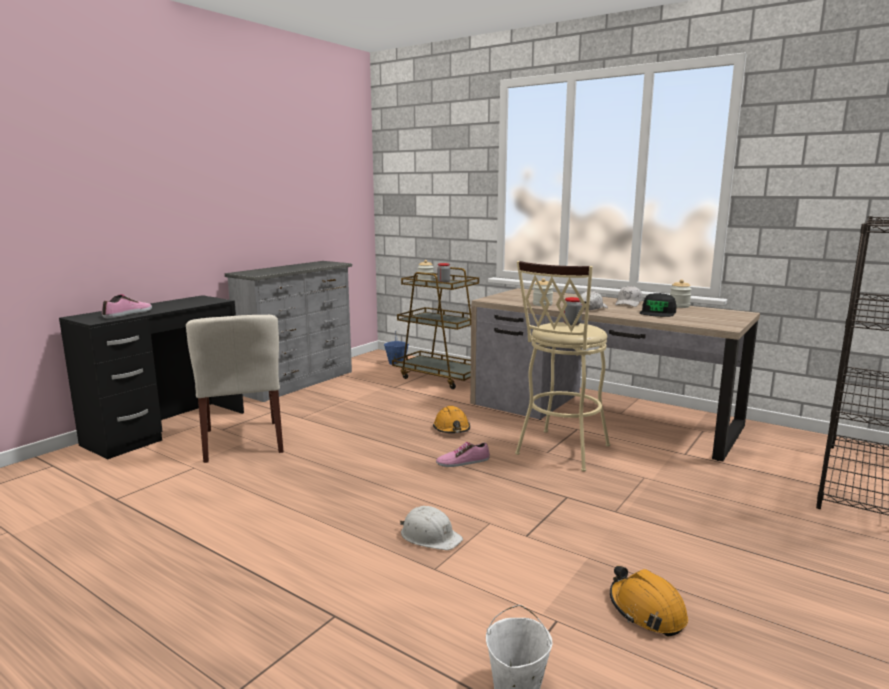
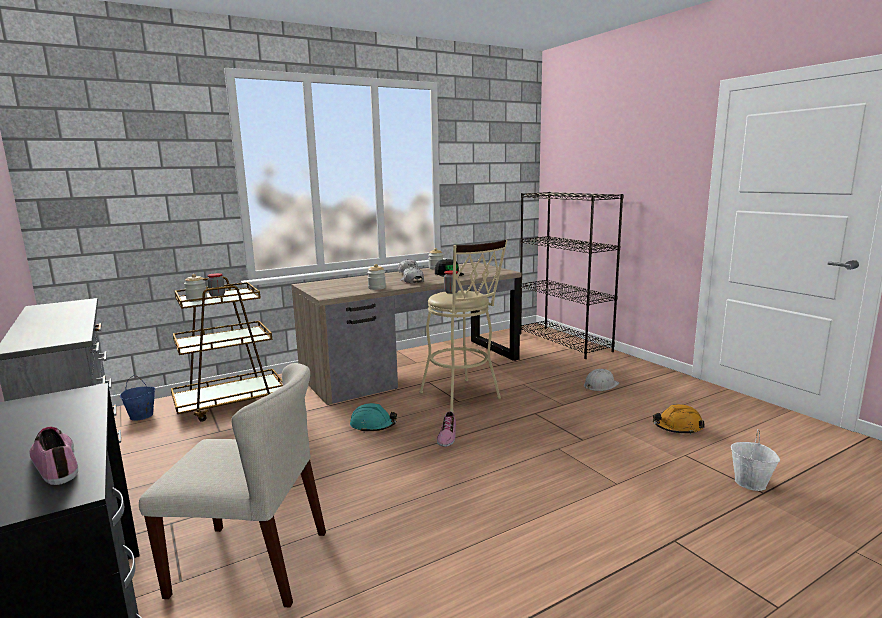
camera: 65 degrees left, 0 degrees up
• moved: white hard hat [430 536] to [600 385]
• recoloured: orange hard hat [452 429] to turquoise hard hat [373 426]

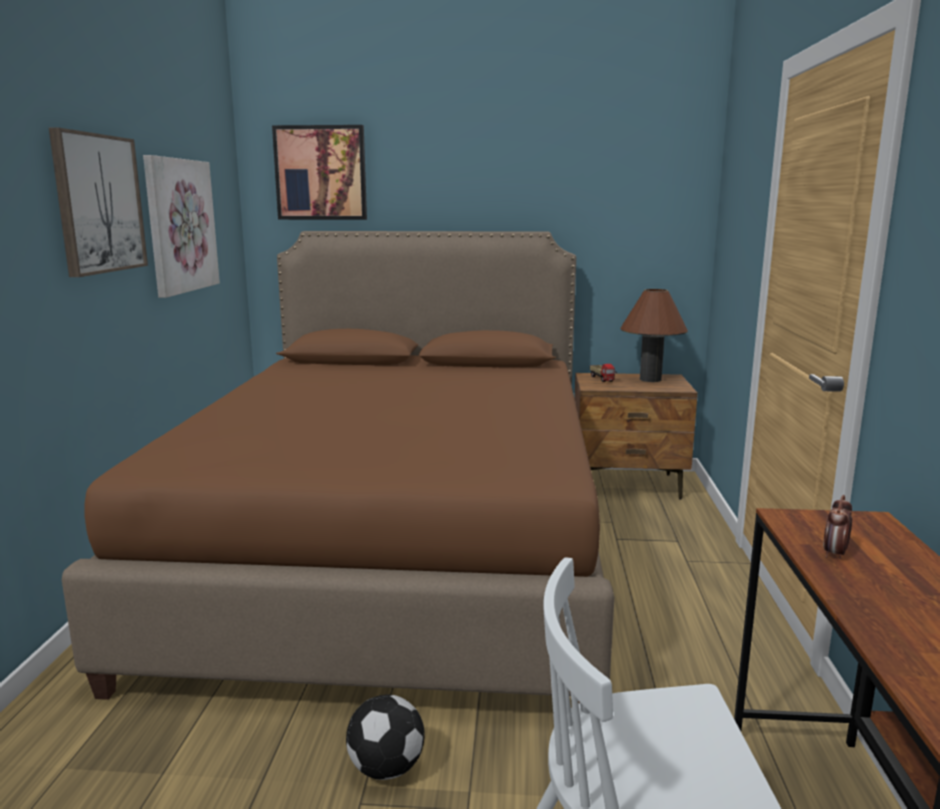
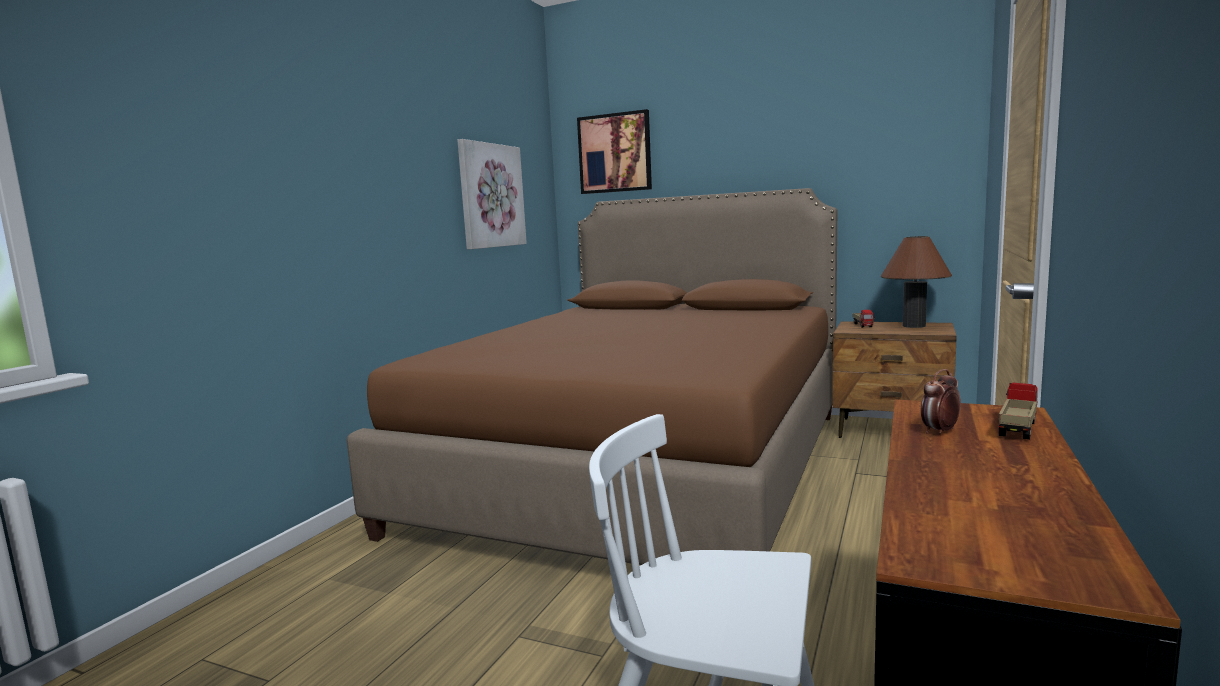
camera: 20 degrees right, 5 degrees down
• removed: picture [98 204]
• removed: football [385 769]
• added: toy truck [1016 429]

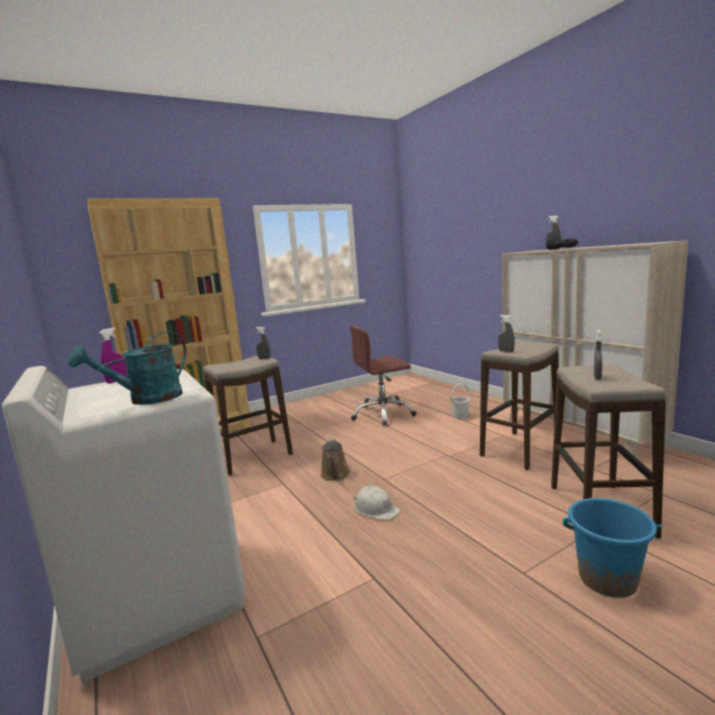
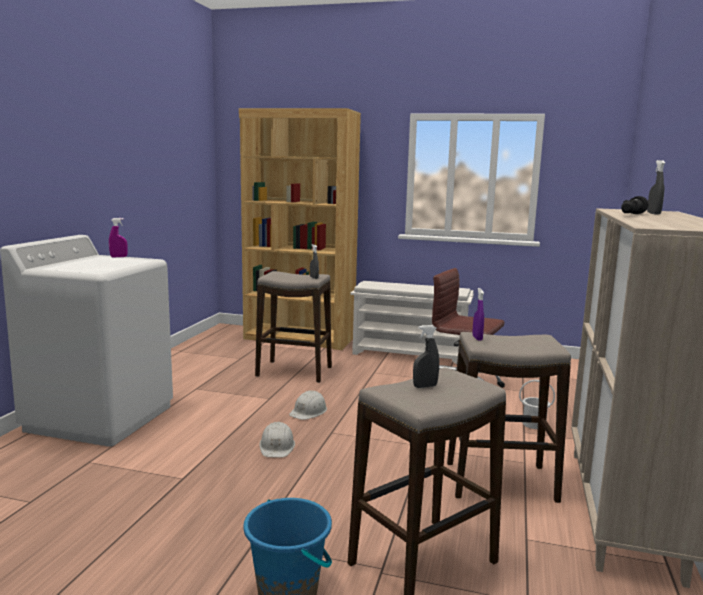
camera: 45 degrees right, 0 degrees up
• removed: turquoise watering can [147 400]
• added: white shoe rack [410 354]
• replaced: brown watering can [335 475] to white hard hat [309 411]
• recoloured: grey spray bottle [506 351] to purple spray bottle [477 338]

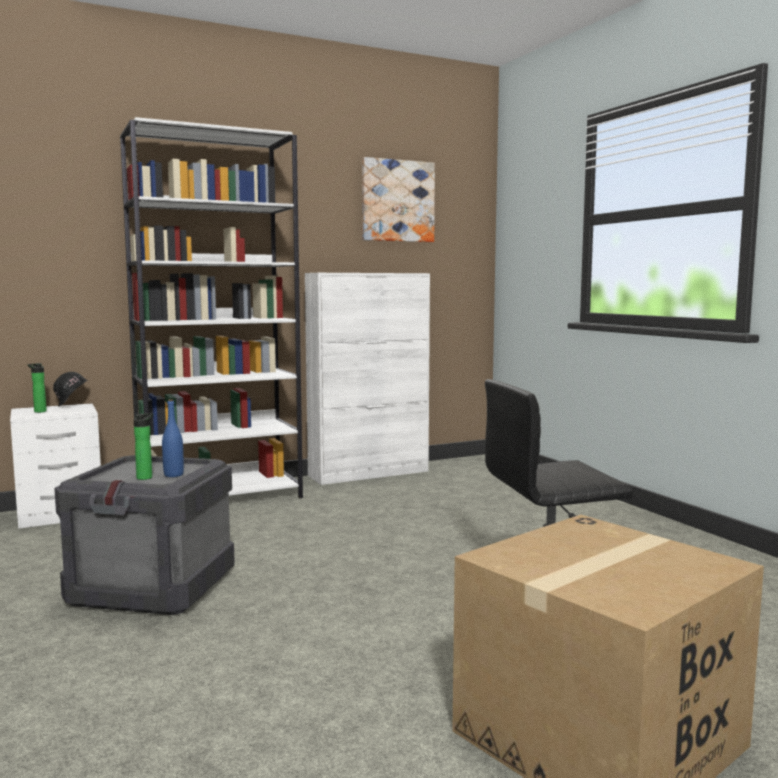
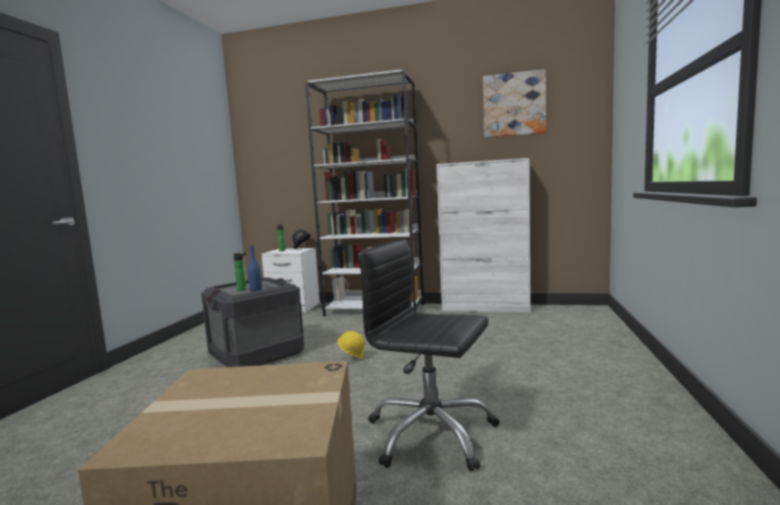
camera: 40 degrees right, 0 degrees up
• added: yellow hard hat [352 358]

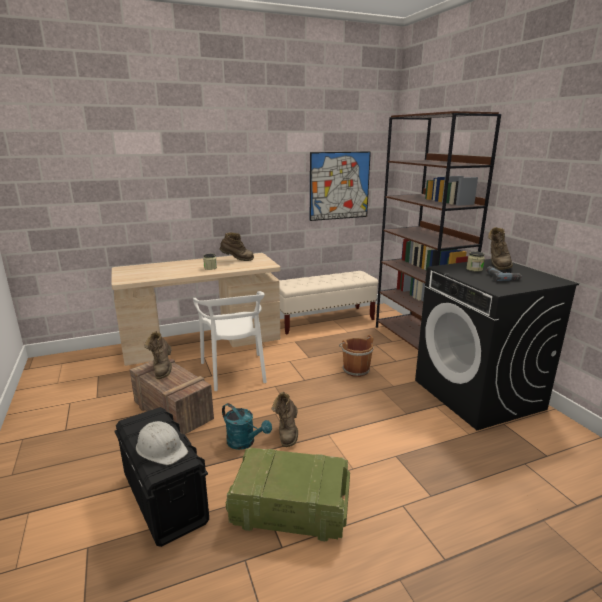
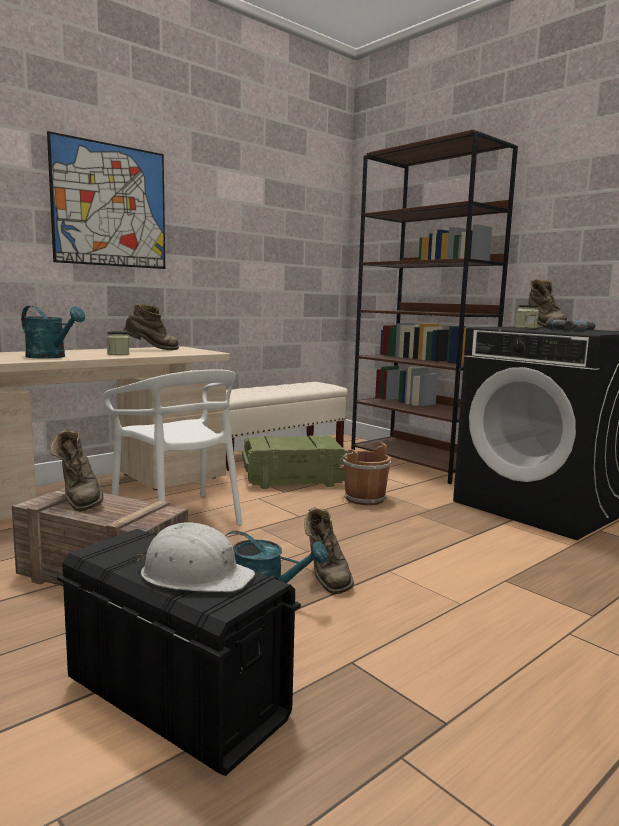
camera: 20 degrees left, 10 degrees down
• added: turquoise watering can [51 357]
• moved: crate [288 508] to [291 479]
• moved: picture [339 186] to [110 205]

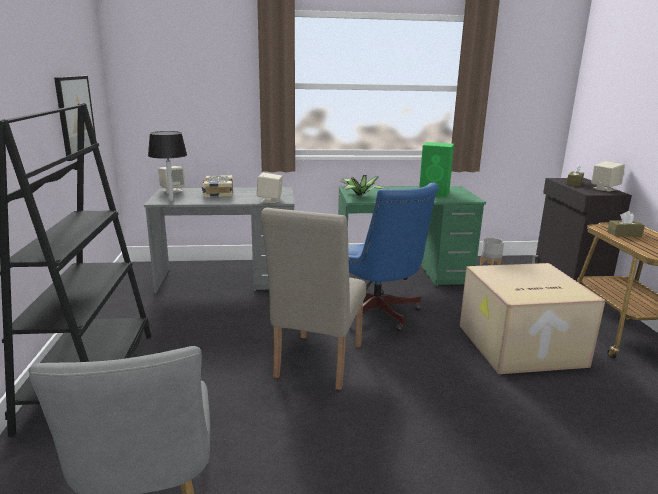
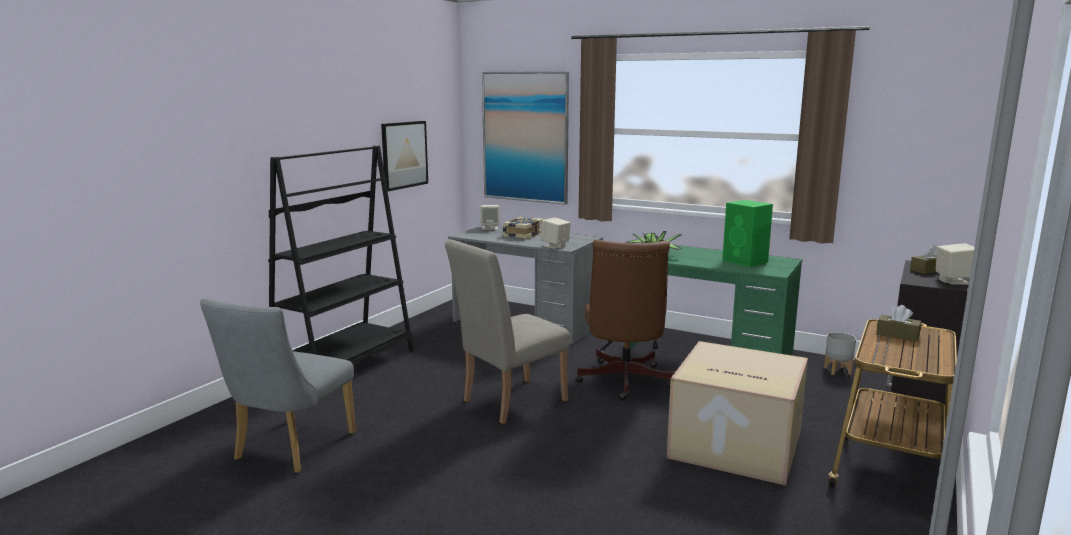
camera: 35 degrees right, 5 degrees down
• removed: black table lamp [171 200]
• added: picture [525 137]
• recoloured: blue office chair [379 315] to brown office chair [624 382]

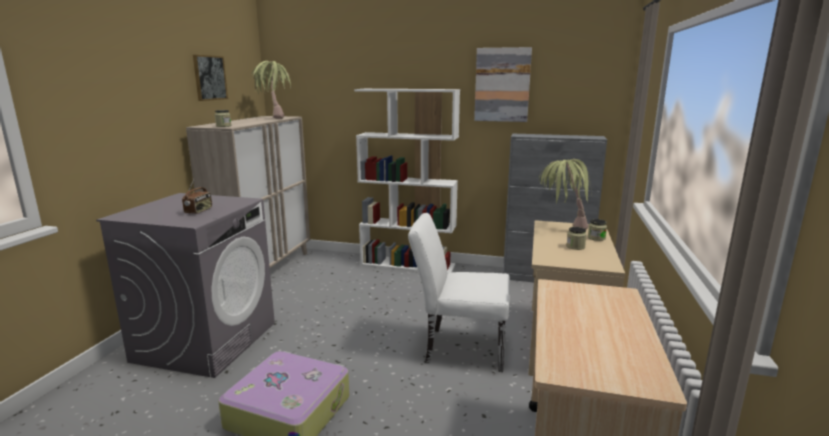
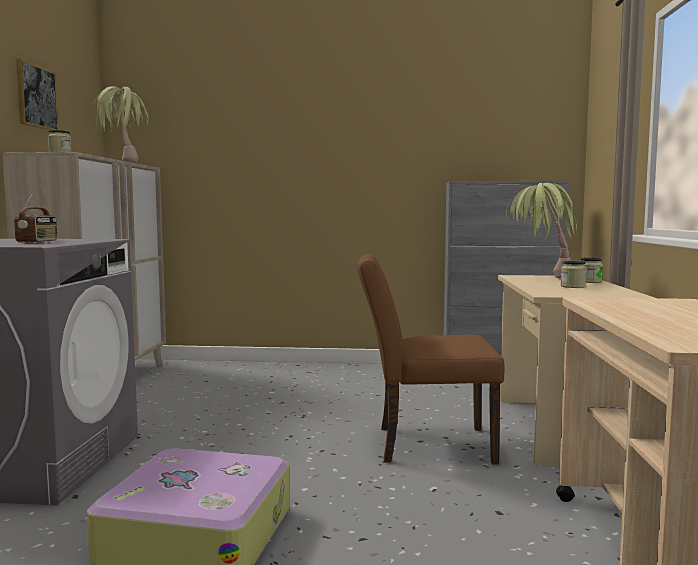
camera: 10 degrees left, 10 degrees down
• removed: white bookcase [408 264]
• removed: picture [502 85]
• recoloured: white chair [458 348] to brown chair [424 444]

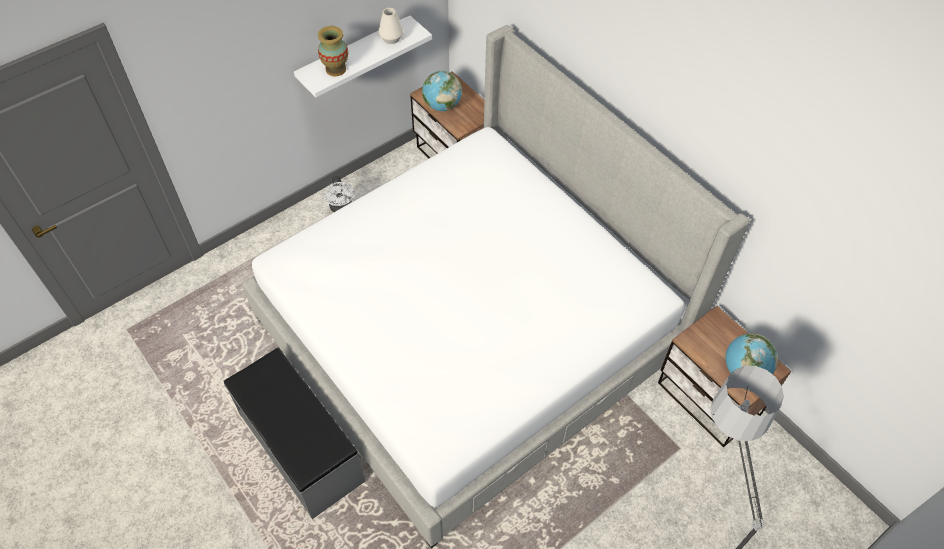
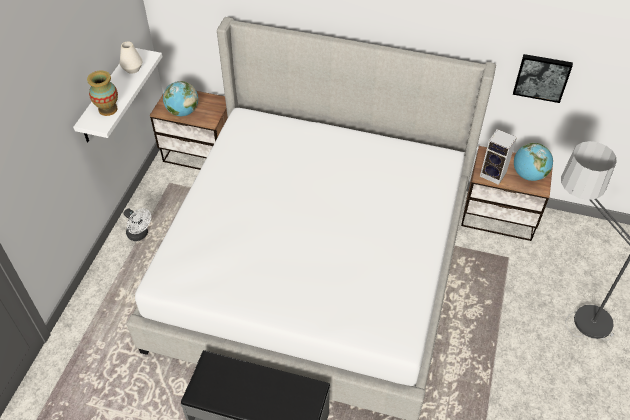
camera: 35 degrees left, 5 degrees down
• added: speaker [494 174]
• added: picture [542 77]

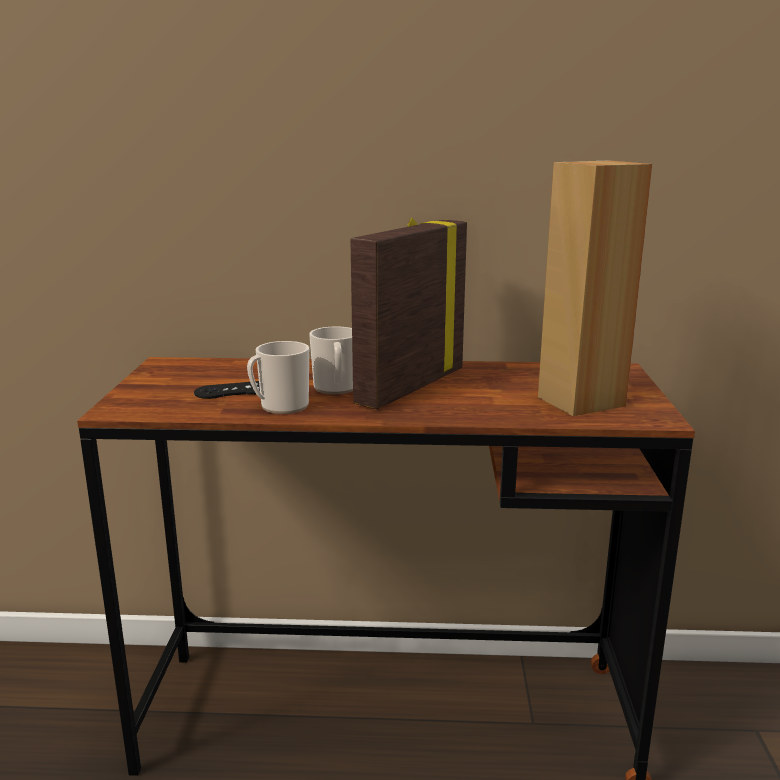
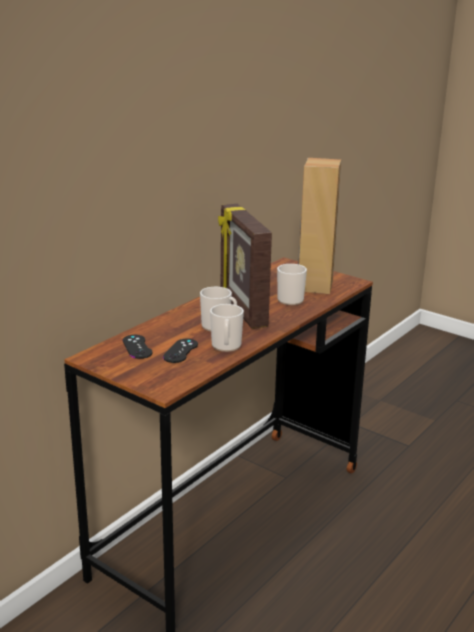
camera: 55 degrees left, 5 degrees up
• added: black game controller [137 347]
• added: mug [288 298]

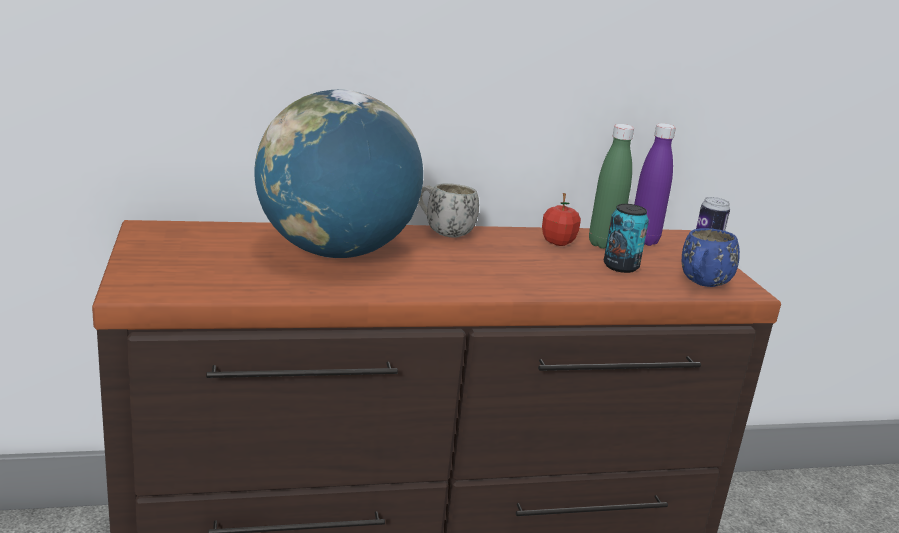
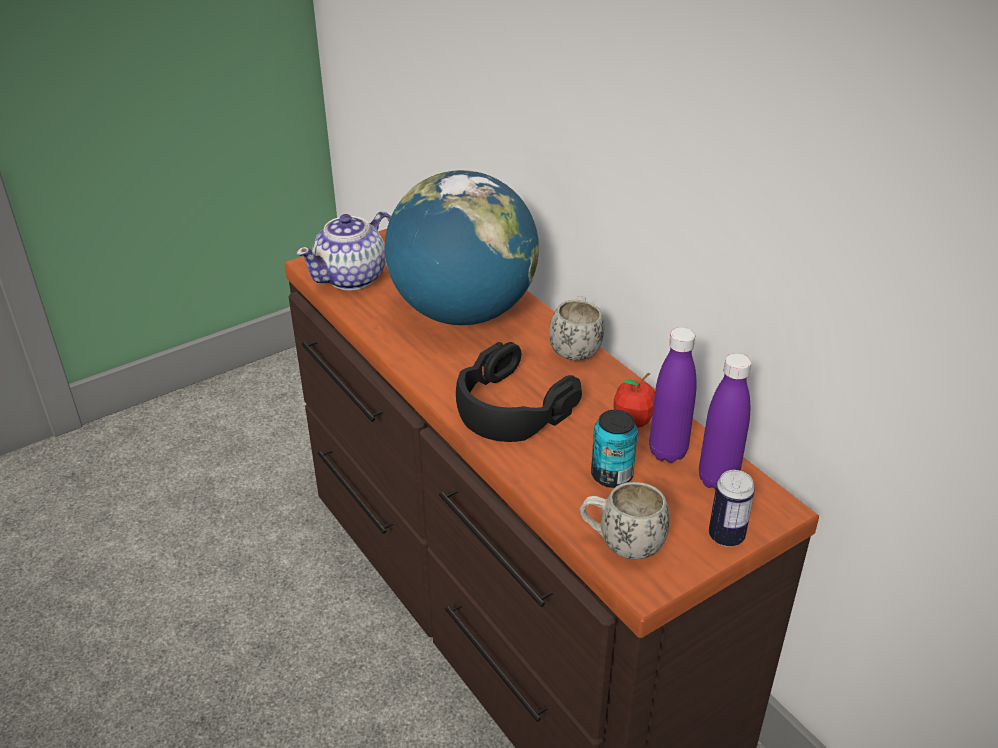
camera: 70 degrees right, 15 degrees up
• added: teapot [353 277]
• added: black headphones [511 407]
• recoloured: green bottle [603 244] to purple bottle [667 452]
• recoloured: blue mug [701 285] to white mug [621 544]

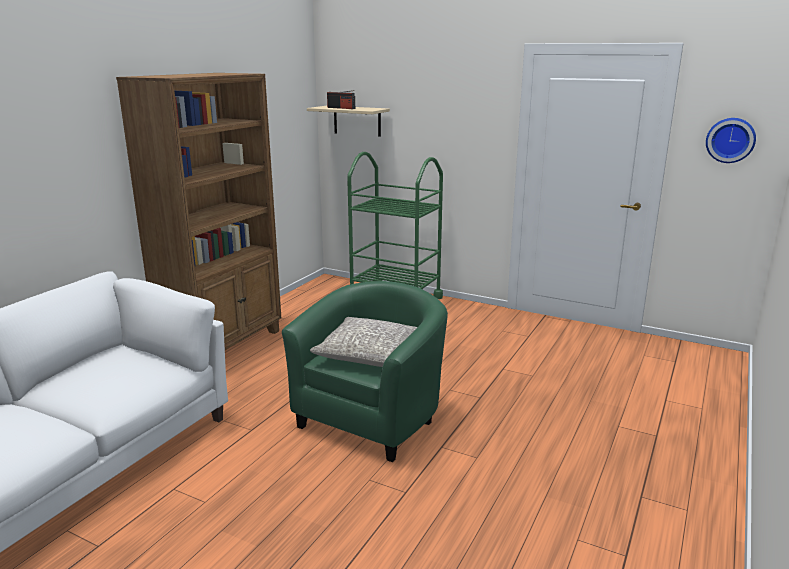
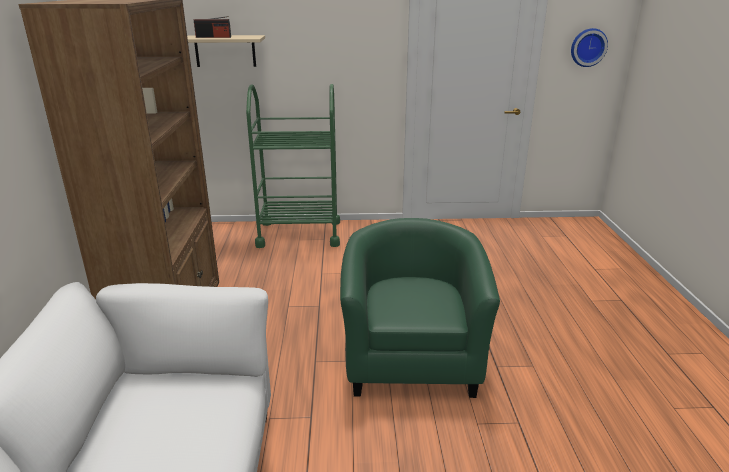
camera: 30 degrees left, 5 degrees up
• removed: grey pillow [372 354]

